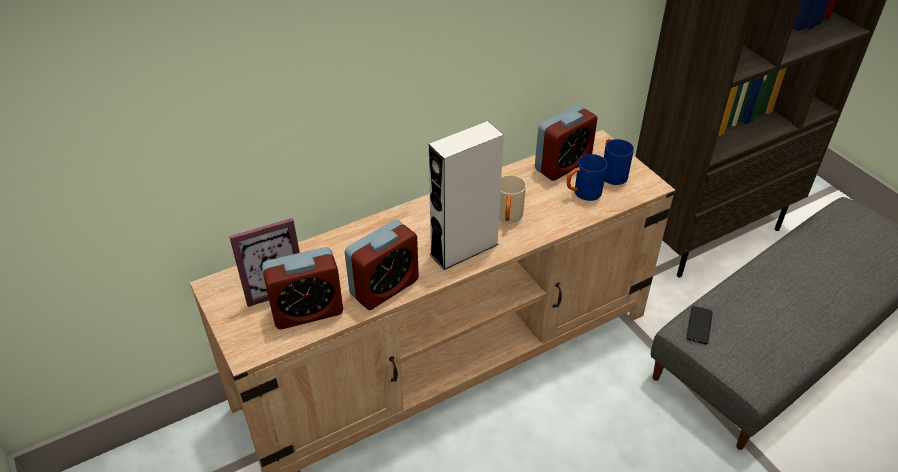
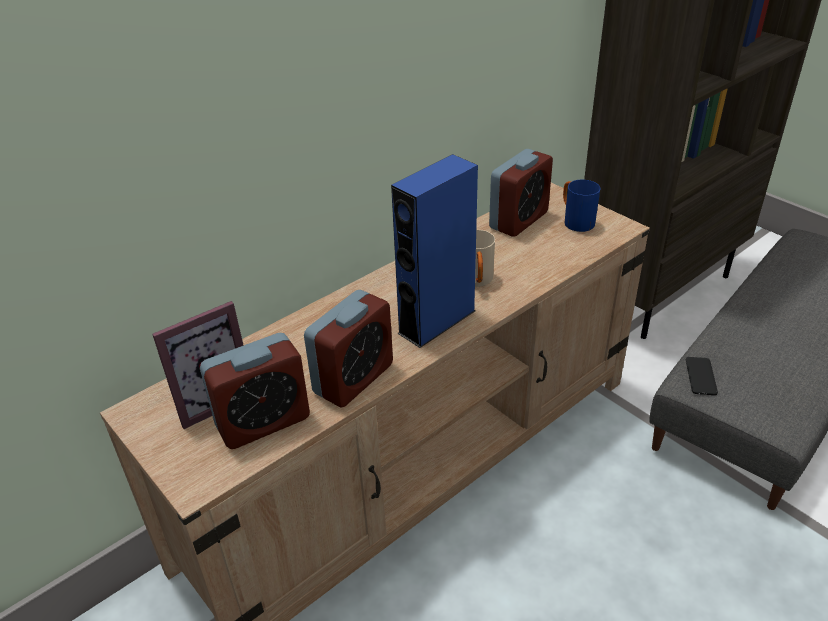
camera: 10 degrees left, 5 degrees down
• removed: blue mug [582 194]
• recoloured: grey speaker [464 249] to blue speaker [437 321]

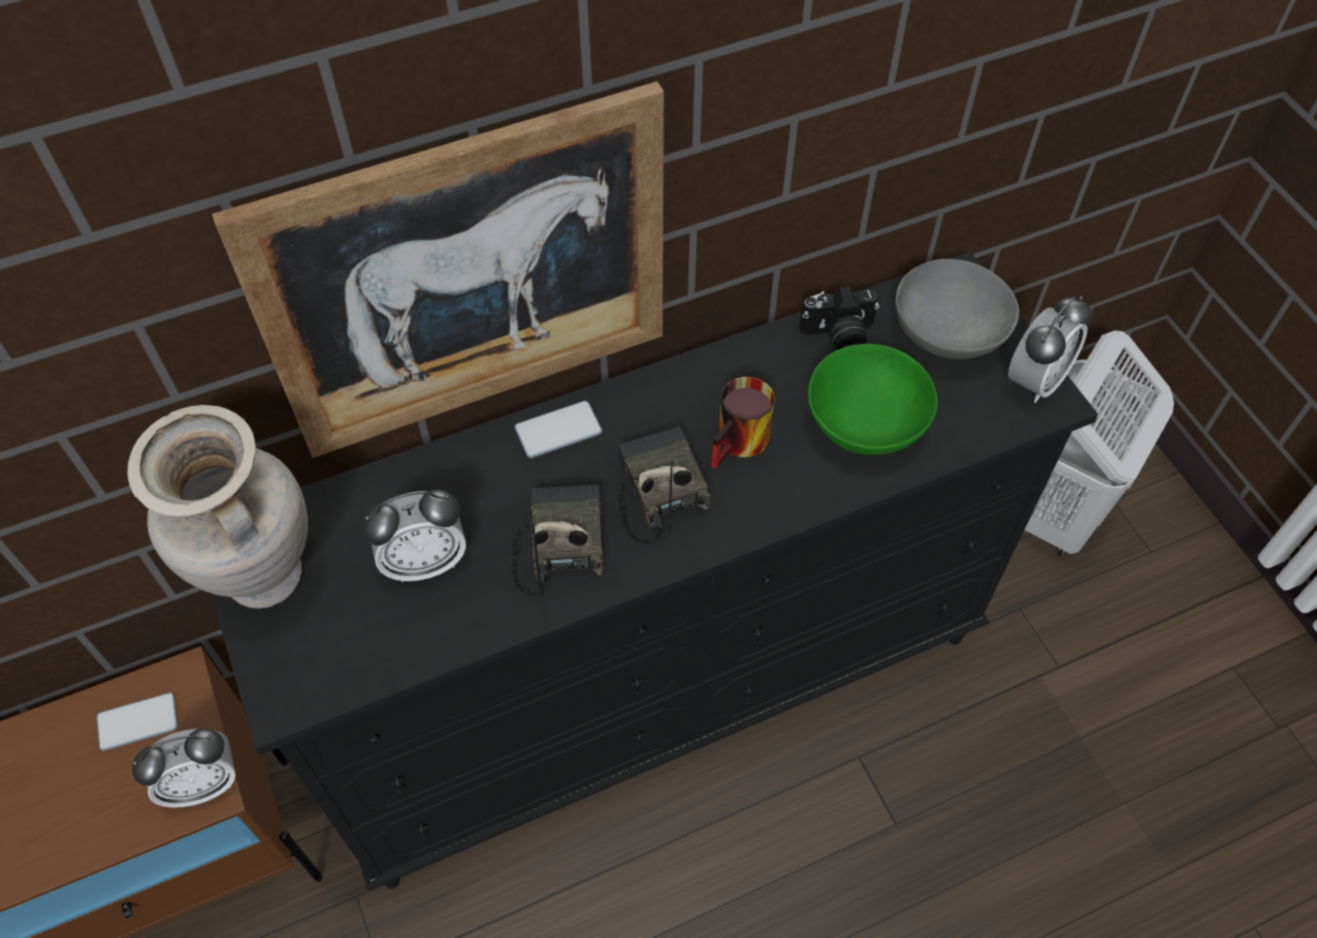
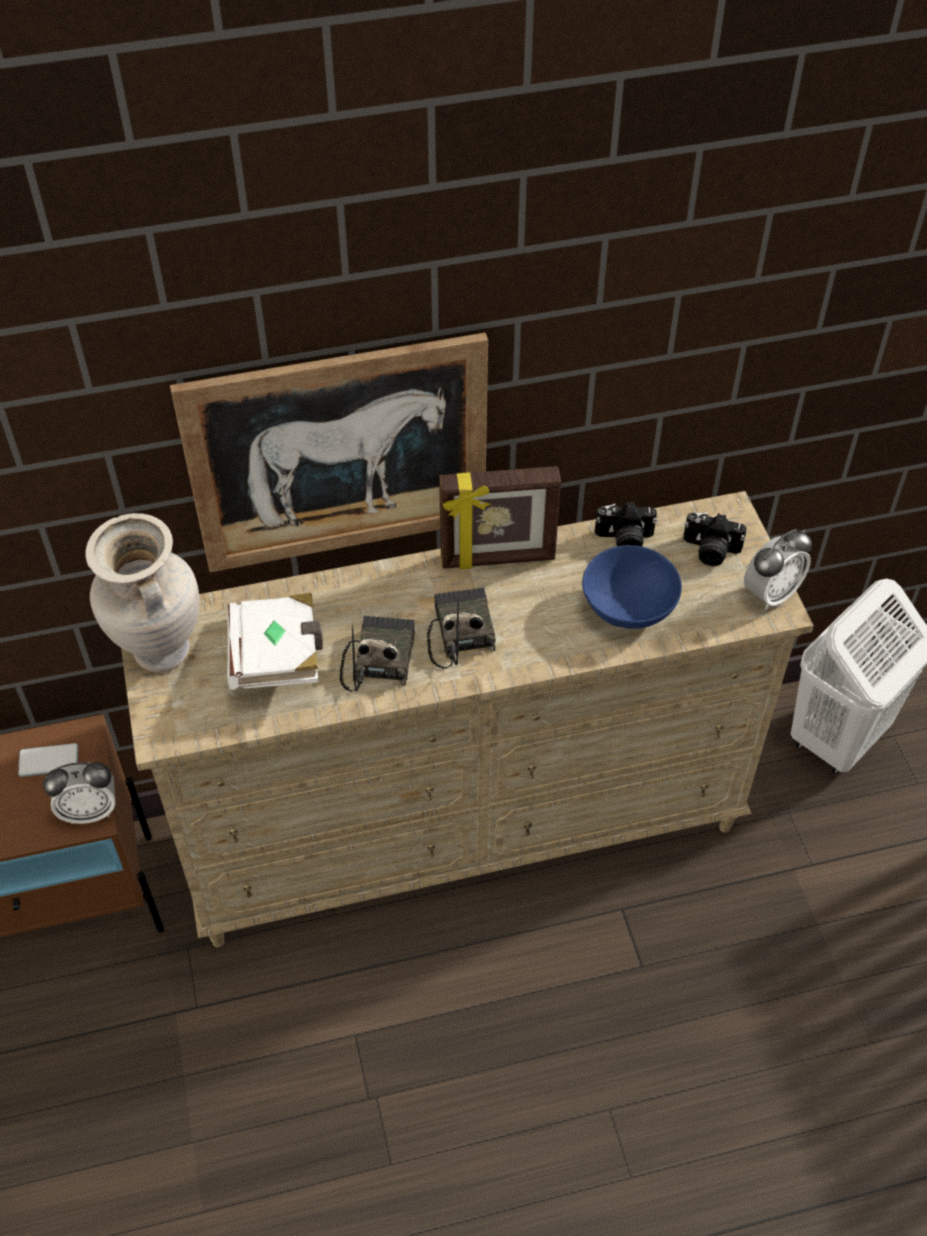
camera: 10 degrees right, 5 degrees down
• removed: phone [558 430]
• removed: mug [742 445]
• added: picture frame [498 559]
• replaced: alarm clock [425 561] to white book [278 657]
• replaced: grey bowl [947 335] to photo camera [710 551]
• recoloured: black dresser [660 687] to beige dresser [465 828]
• recoloured: green bowl [865 425] to blue bowl [628 608]

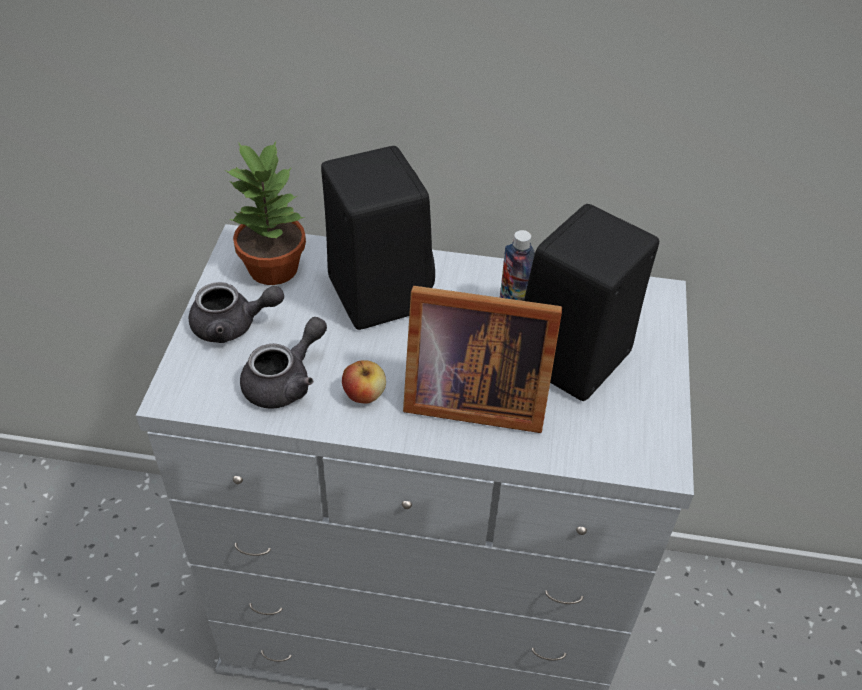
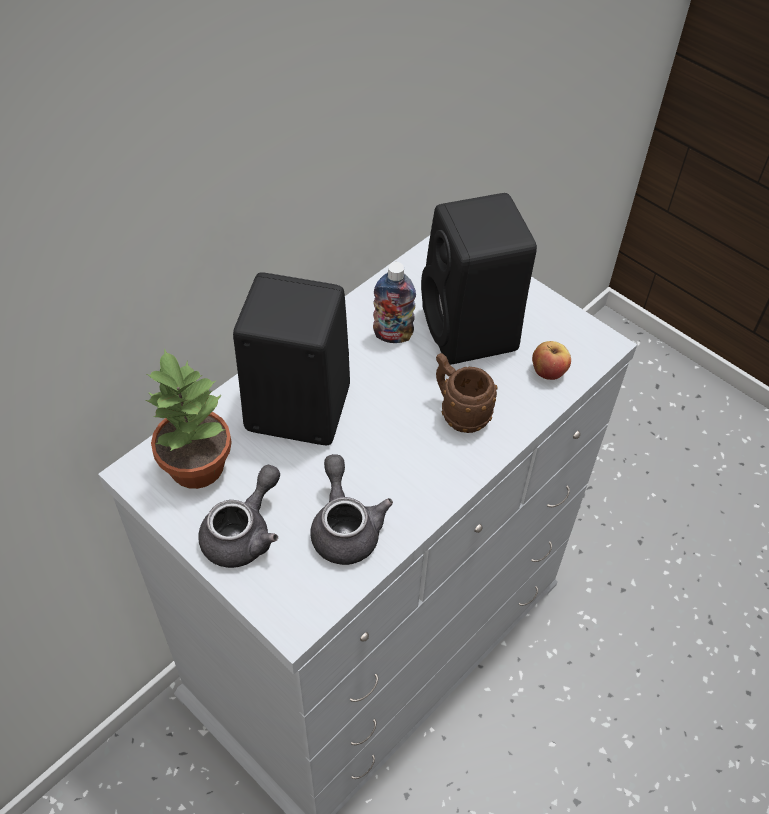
camera: 55 degrees left, 5 degrees up
• moved: apple [364 394] to [548 371]
• replaced: picture frame [470 396] to brown mug [459 412]

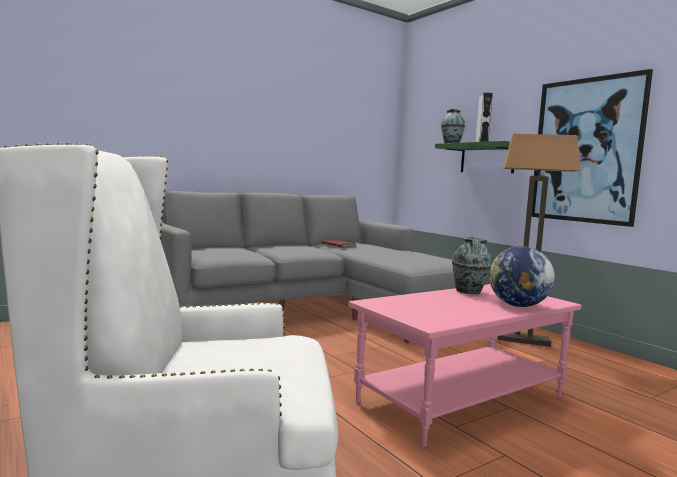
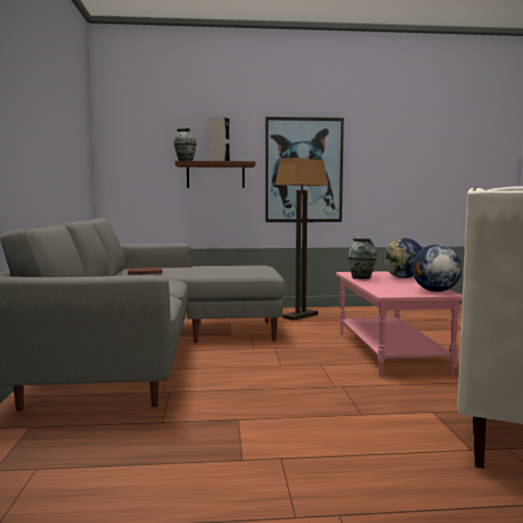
camera: 60 degrees left, 0 degrees up
• added: globe [435 291]
• recoloured: green shelf [487 158] to brown shelf [215 175]

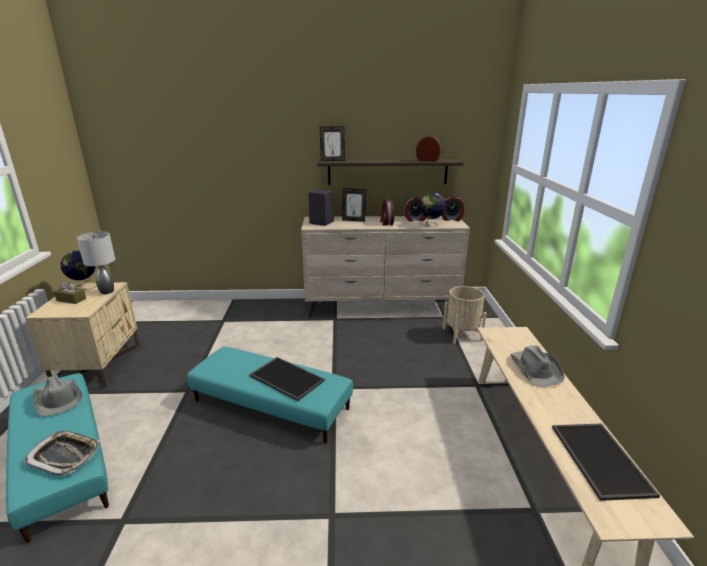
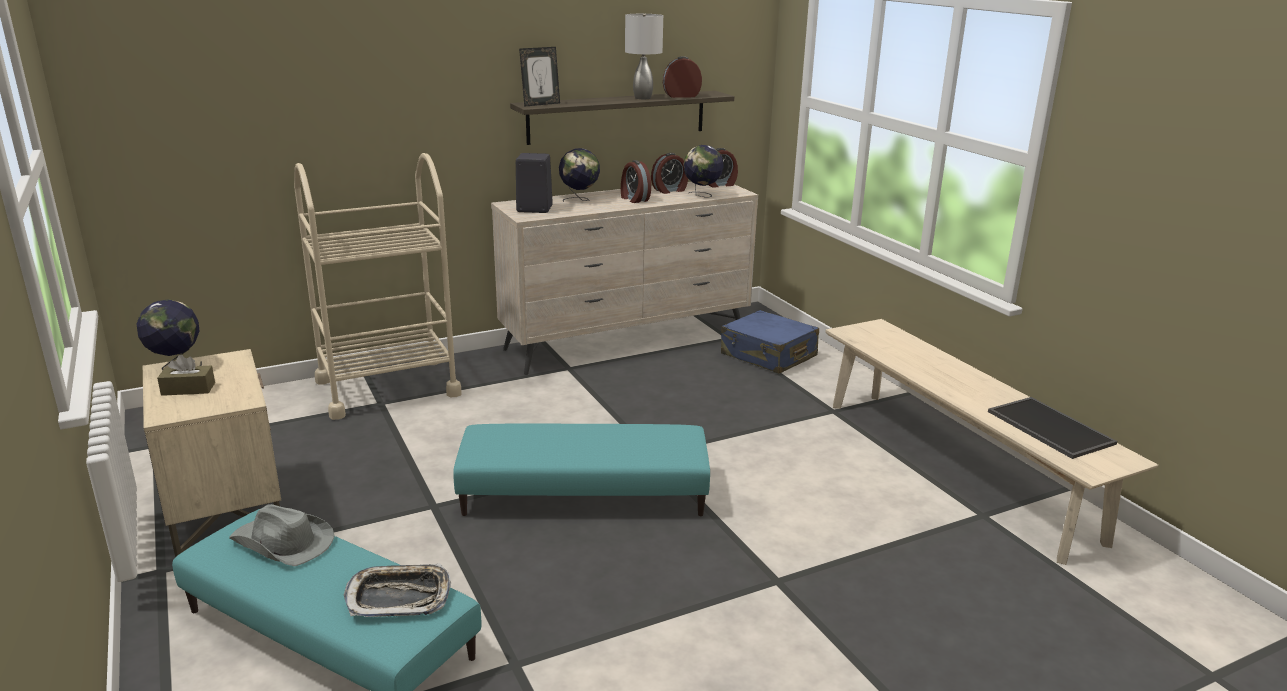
camera: 25 degrees left, 0 degrees up
• removed: tray [285 378]
• removed: grey hat [535 368]
• added: beige cart [387 388]
• moved: grey table lamp [107 292] to [643 98]
• replaced: picture frame [354 220] to globe [579 200]
• replaced: beige planter [462 334] to blue suitcase [768 355]

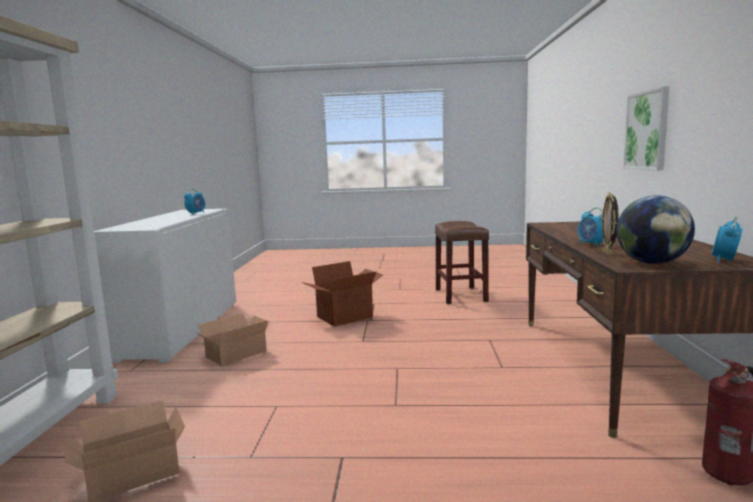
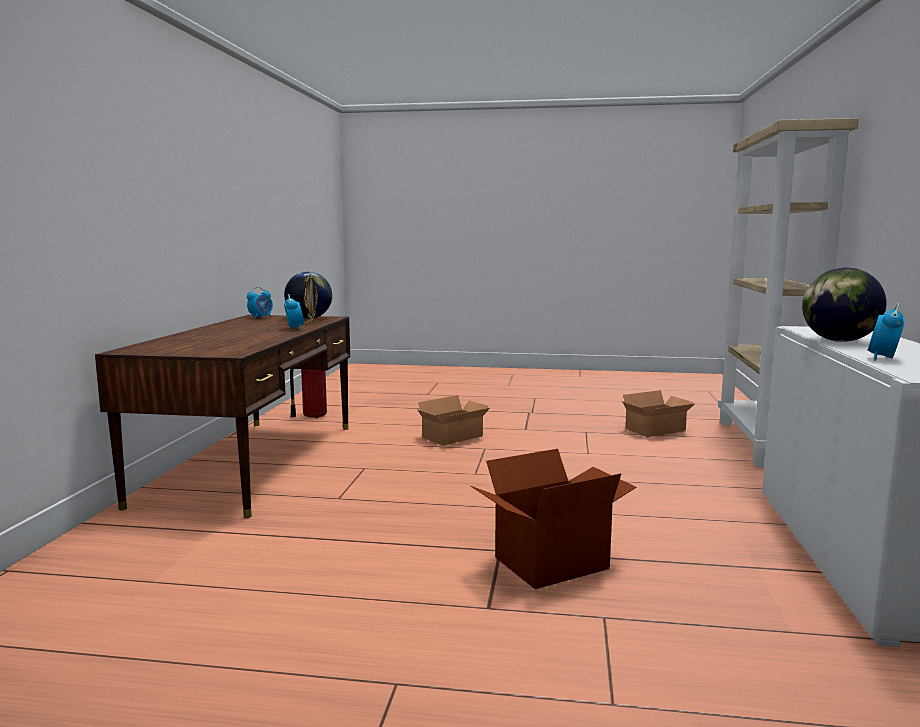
camera: 175 degrees left, 0 degrees up
• removed: brown stool [460 295]
• removed: picture [647 130]
• added: globe [838 341]
• moved: cardboard box [234 354] to [455 437]

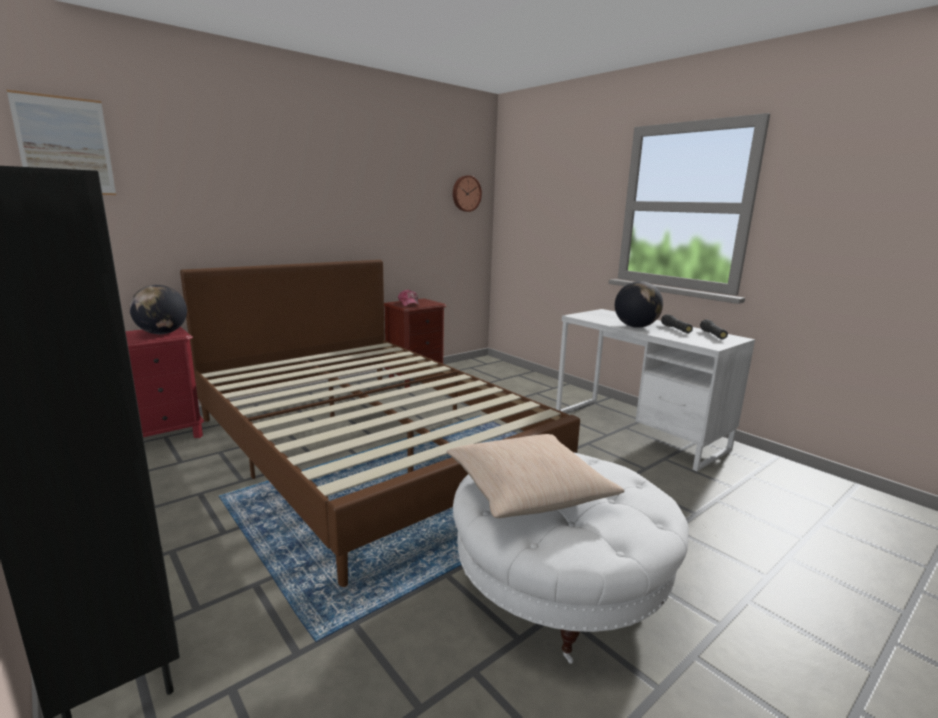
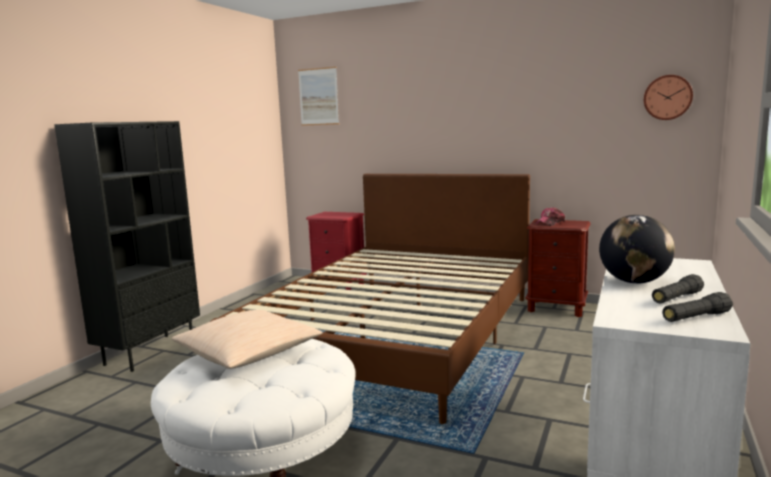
camera: 65 degrees right, 5 degrees down
• removed: globe [162 333]

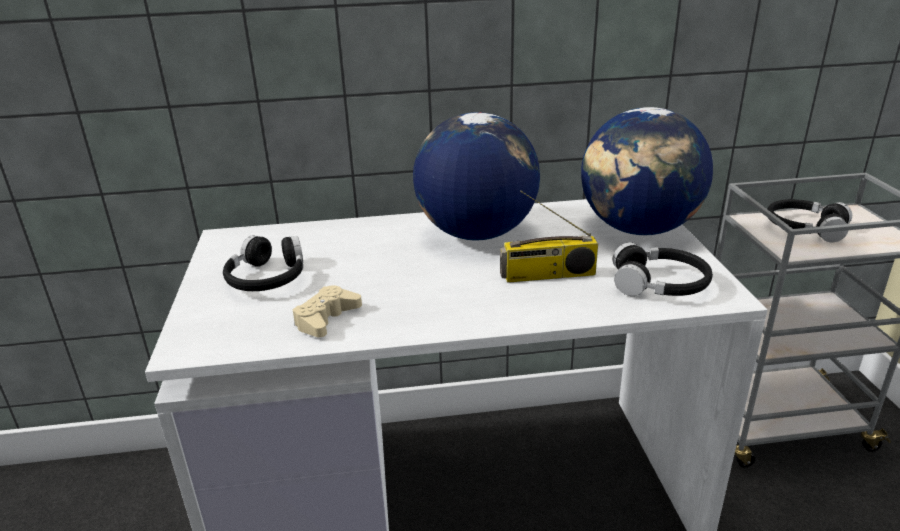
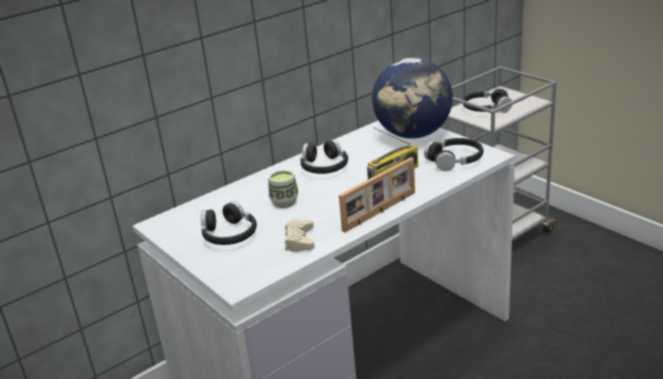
camera: 30 degrees left, 0 degrees up
• added: cup [284 202]
• added: picture frame [380 212]
• replaced: globe [476 233] to black headphones [324 167]

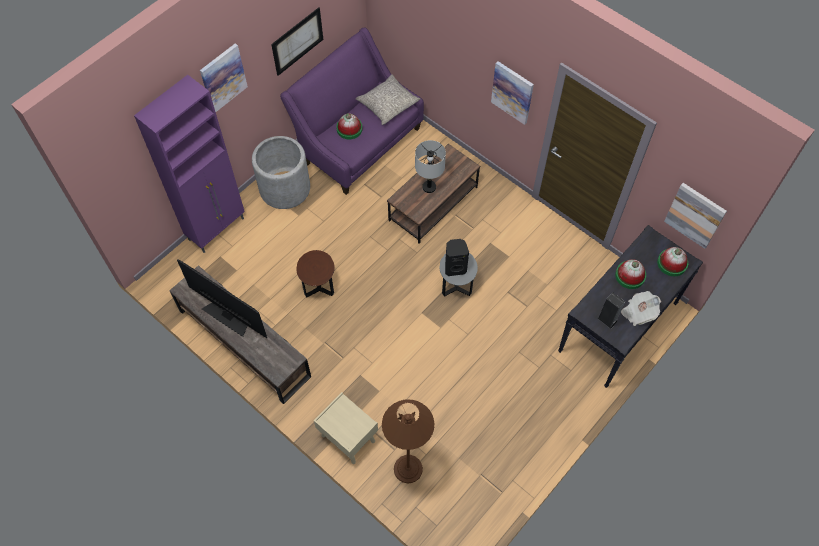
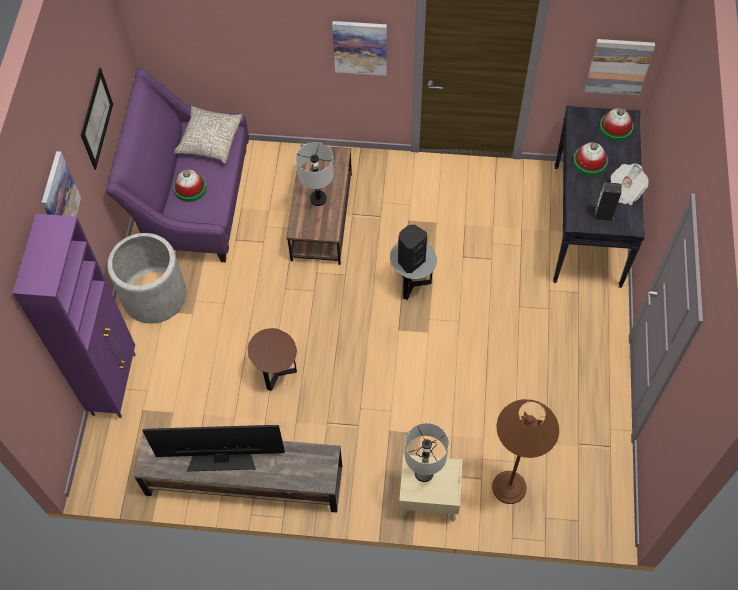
camera: 35 degrees left, 0 degrees up
• added: grey table lamp [424 473]

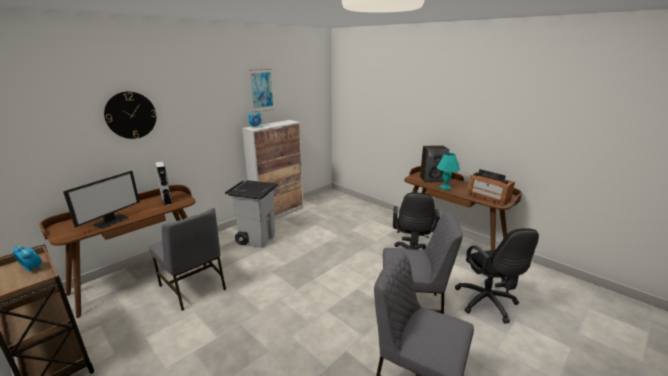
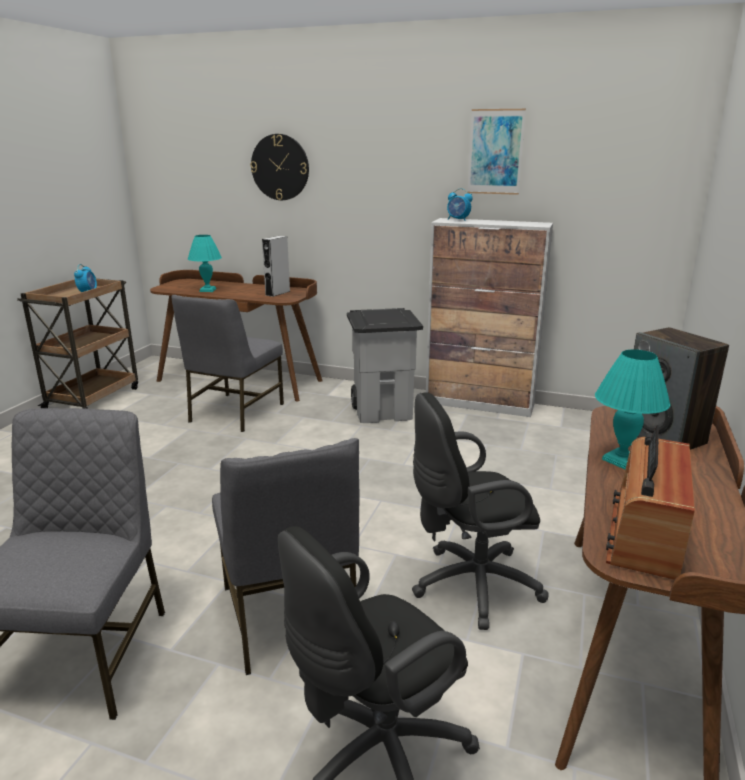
camera: 65 degrees right, 0 degrees up
• replaced: monitor [111 221] to turquoise table lamp [208 290]

